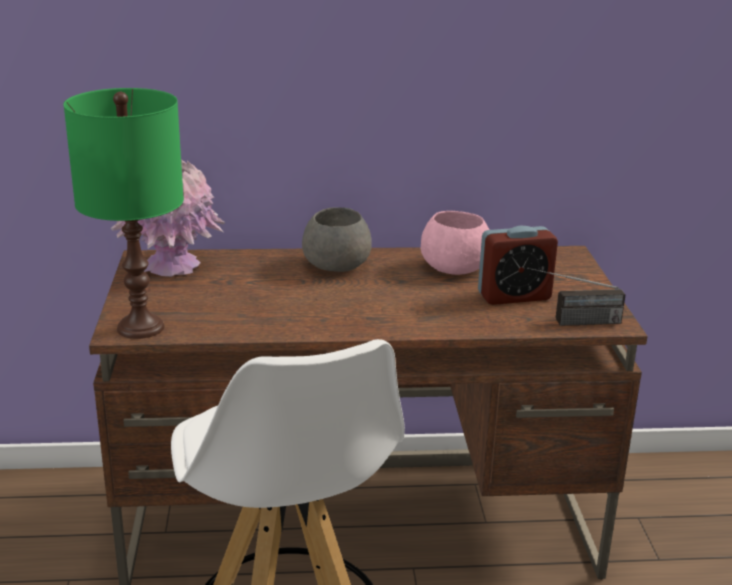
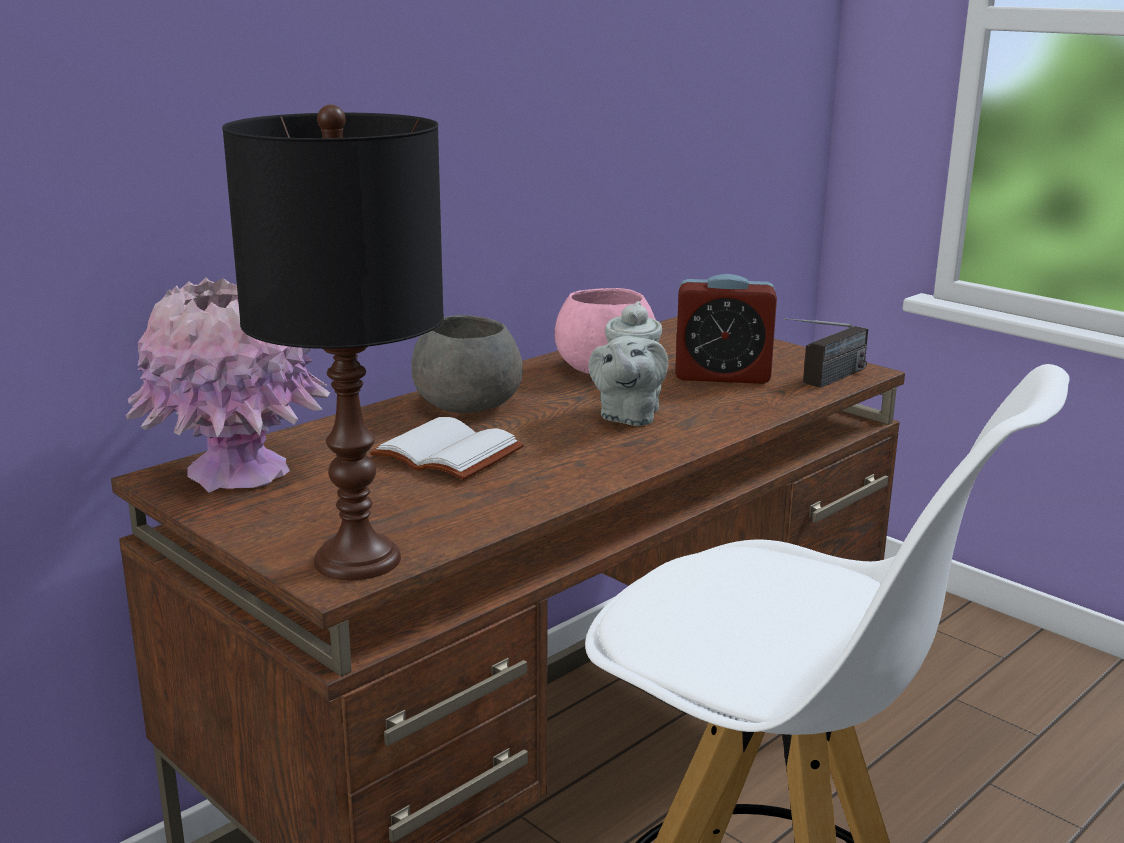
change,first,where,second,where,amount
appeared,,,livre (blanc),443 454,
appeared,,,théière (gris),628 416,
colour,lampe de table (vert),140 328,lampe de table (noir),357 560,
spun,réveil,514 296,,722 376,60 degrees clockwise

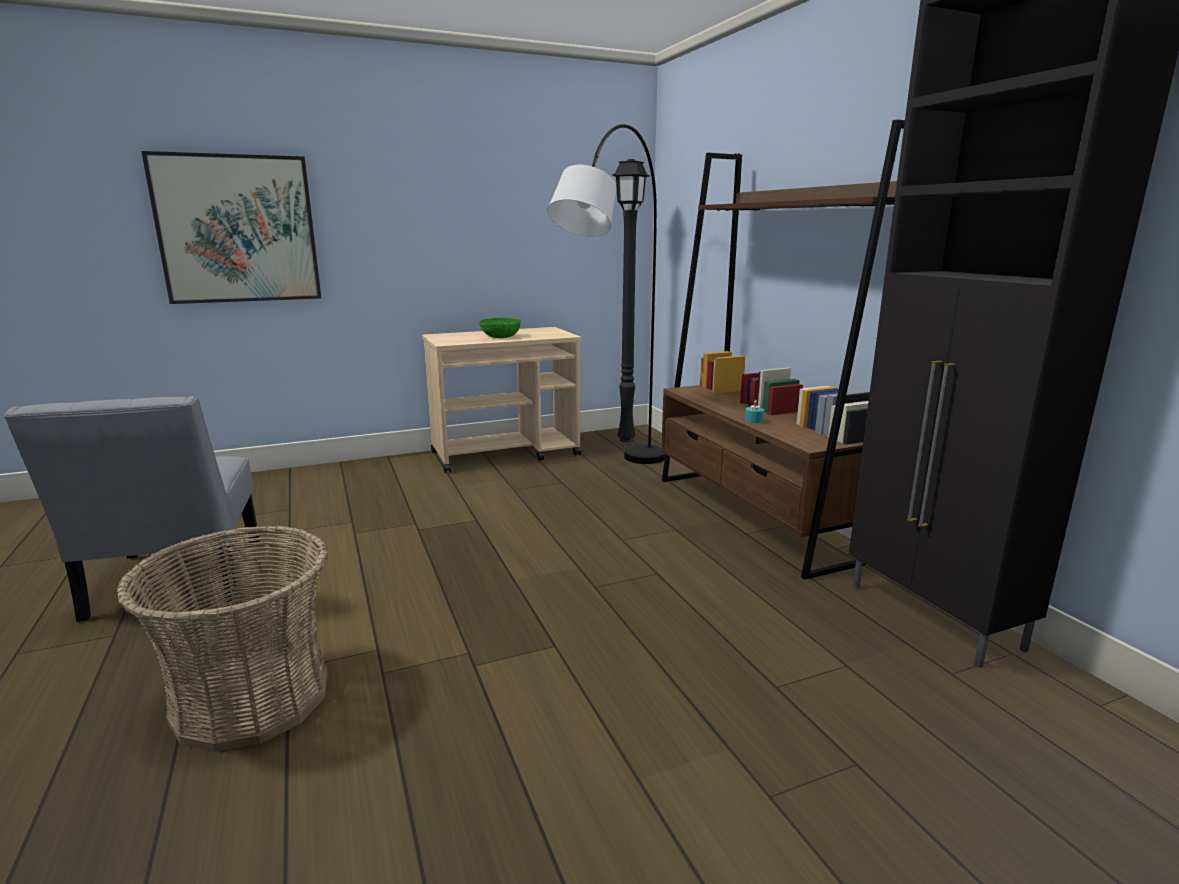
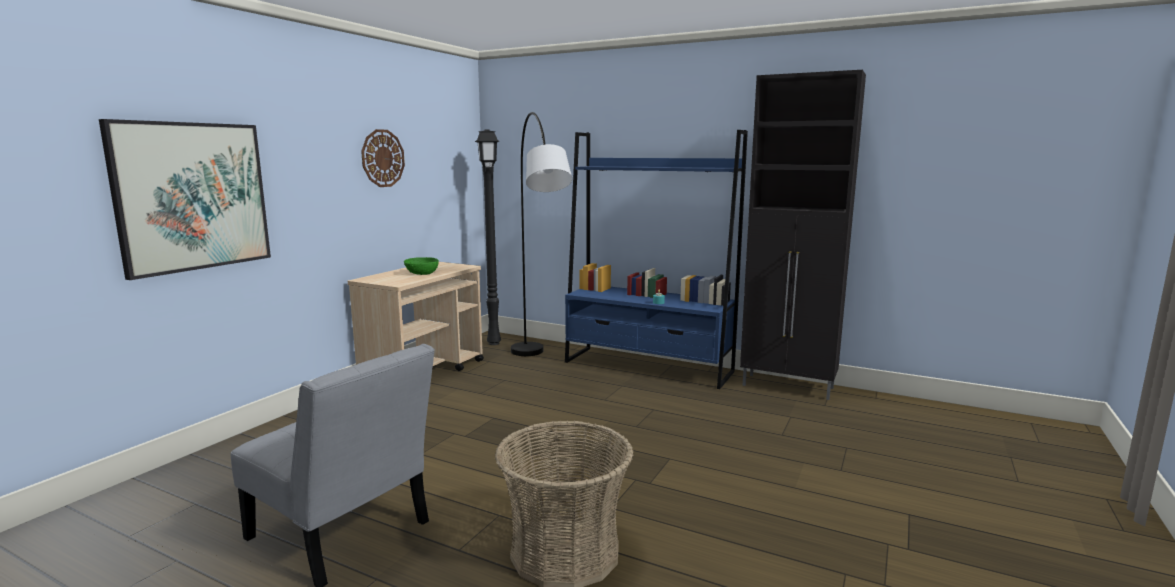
change,first,where,second,where,amount
appeared,,,horloge murale,382 158,
colour,bibliothèque (marron),755 516,bibliothèque (bleu),648 367,

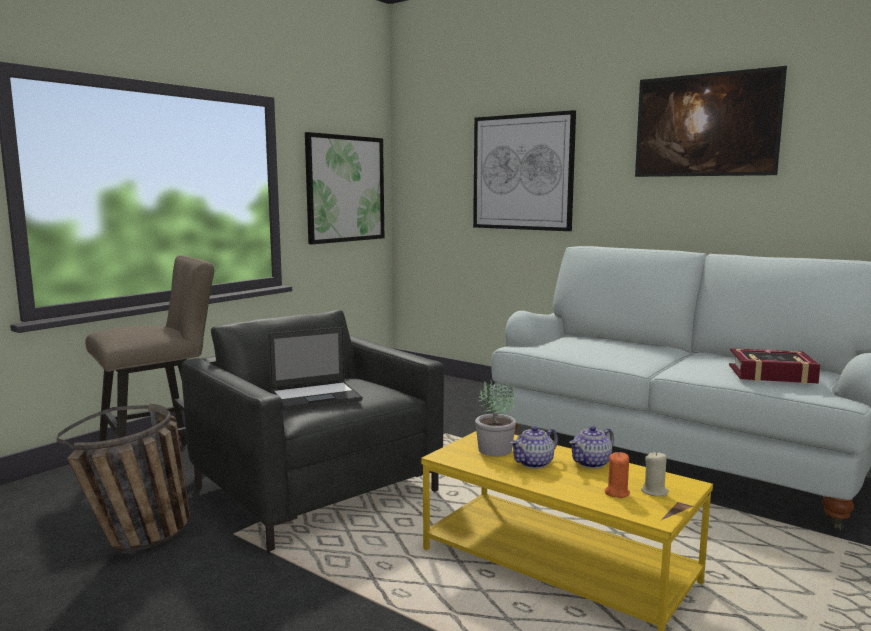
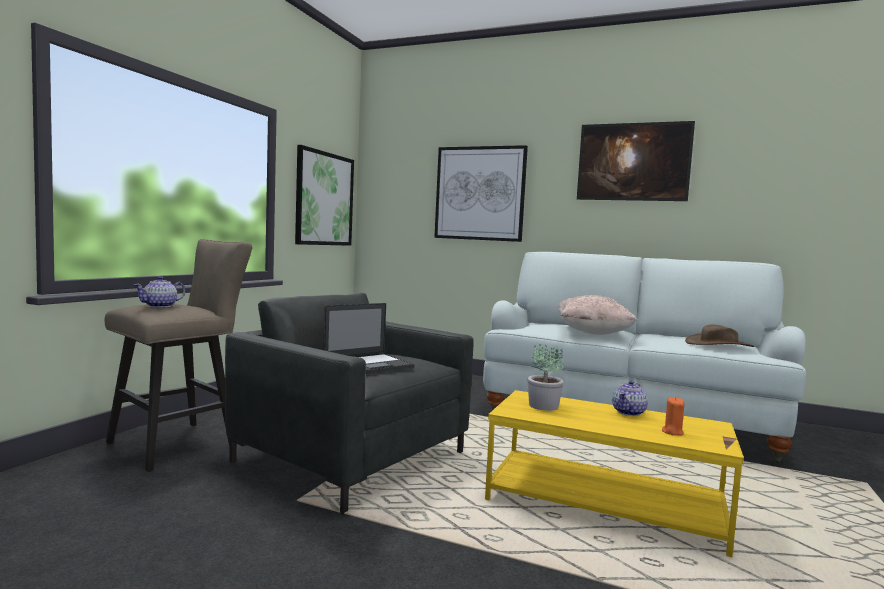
change,first,where,second,where,amount
missing,panier,141 541,,,
missing,bougie (beige),654 492,,,
appeared,,,coussin (beige),592 333,
relocated,théière,534 463,,160 306,
exchanged,livre,771 374,chapeau (marron),718 345,

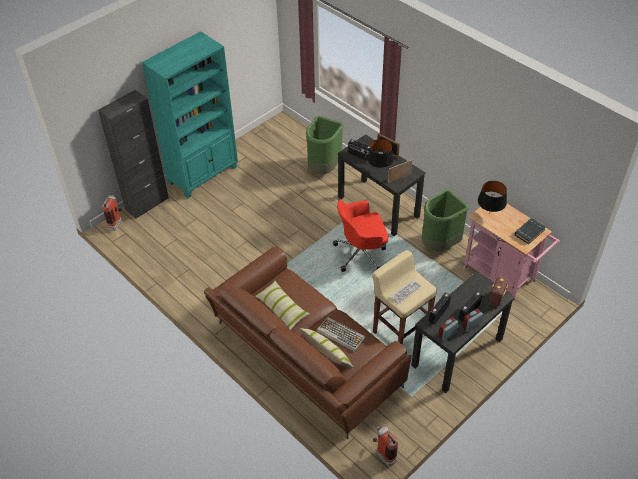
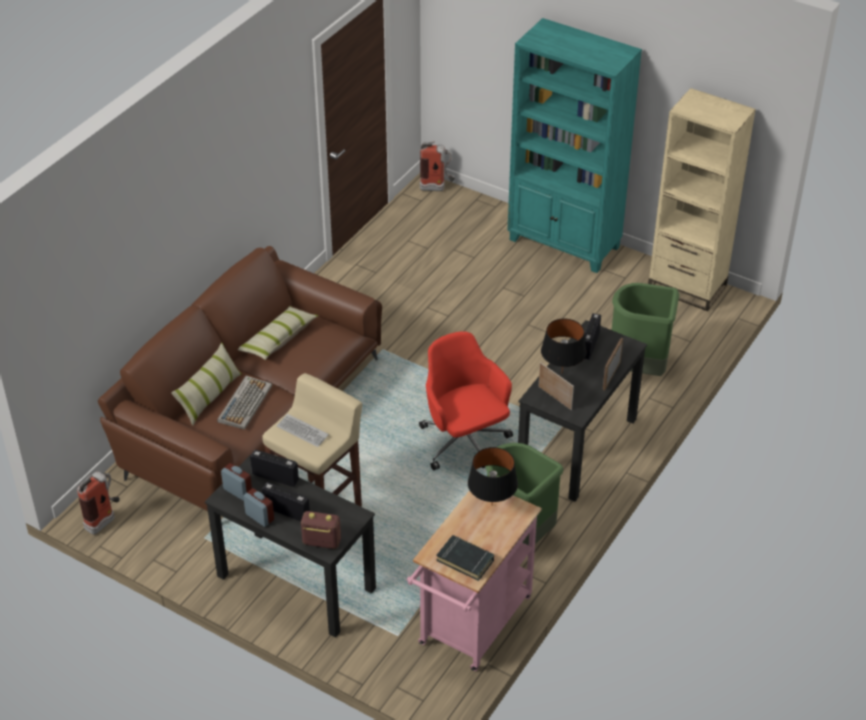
change,first,where,second,where,amount
missing,meuble de rangement (noir),147 204,,,
appeared,,,bibliothèque (beige),687 287,

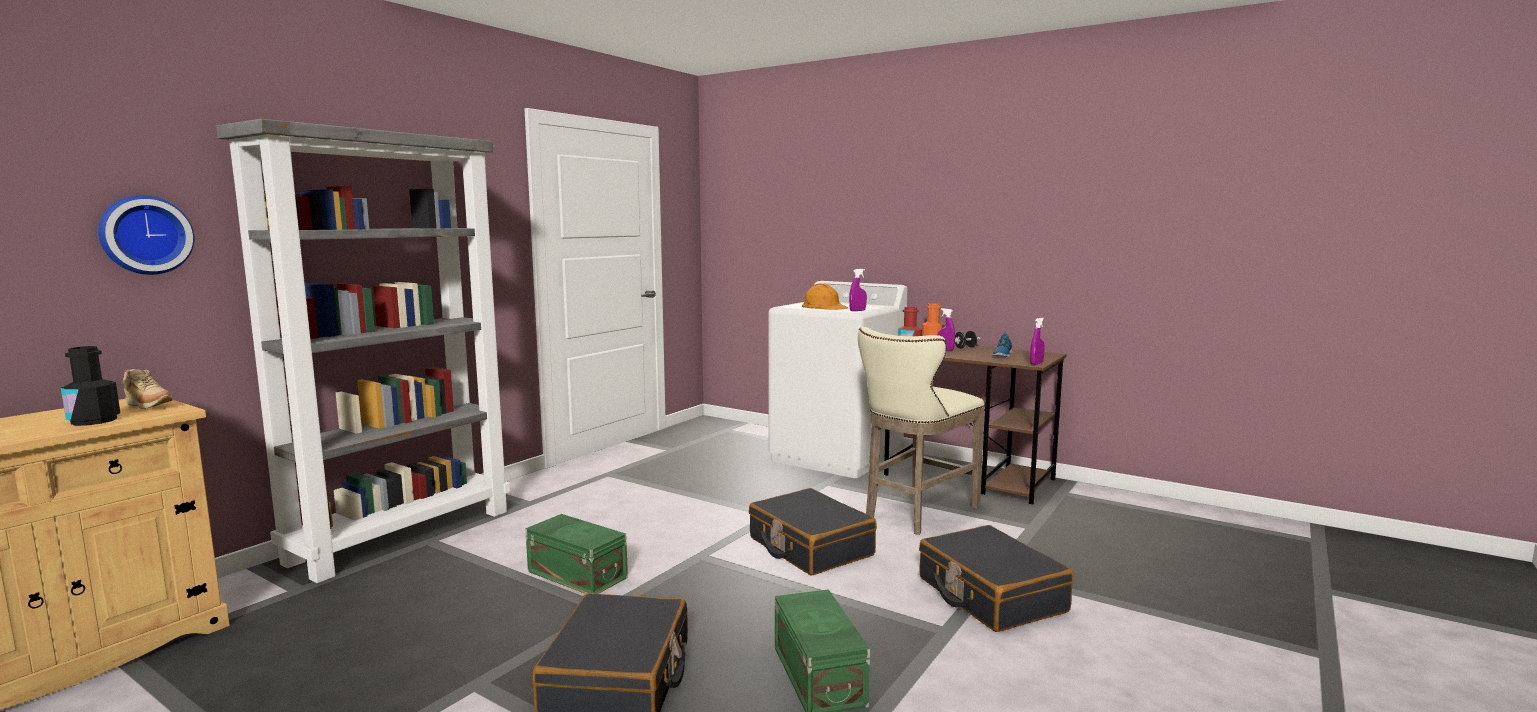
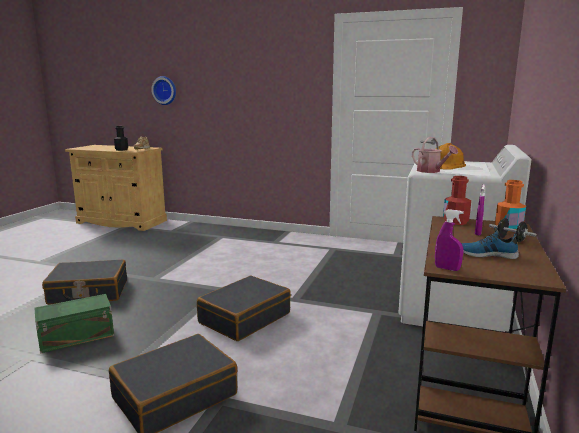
change,first,where,second,where,amount
missing,bibliothèque (gris),403 535,,,
missing,boîte de rangement (vert),577 573,,,
missing,tabouret (beige),915 513,,,
exchanged,vaporisateur (violet),857 310,arrosoir,431 171,

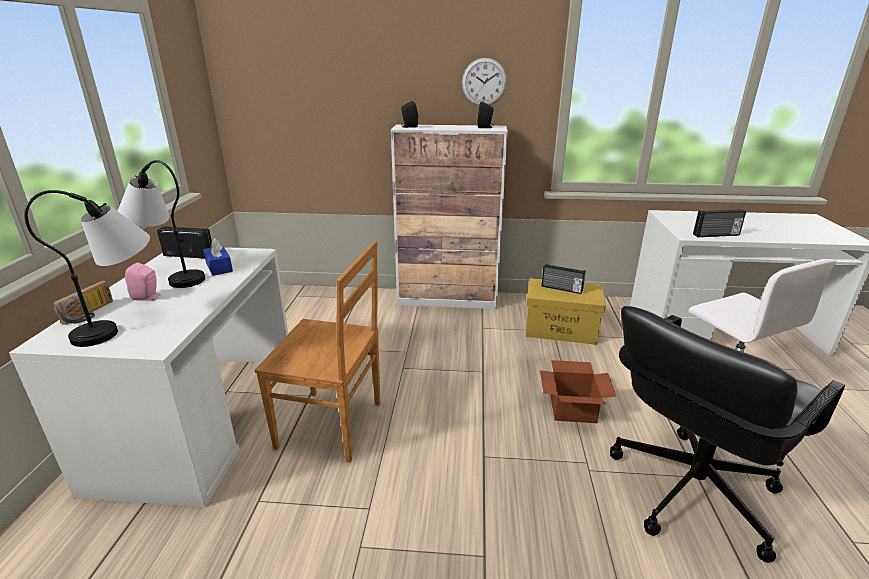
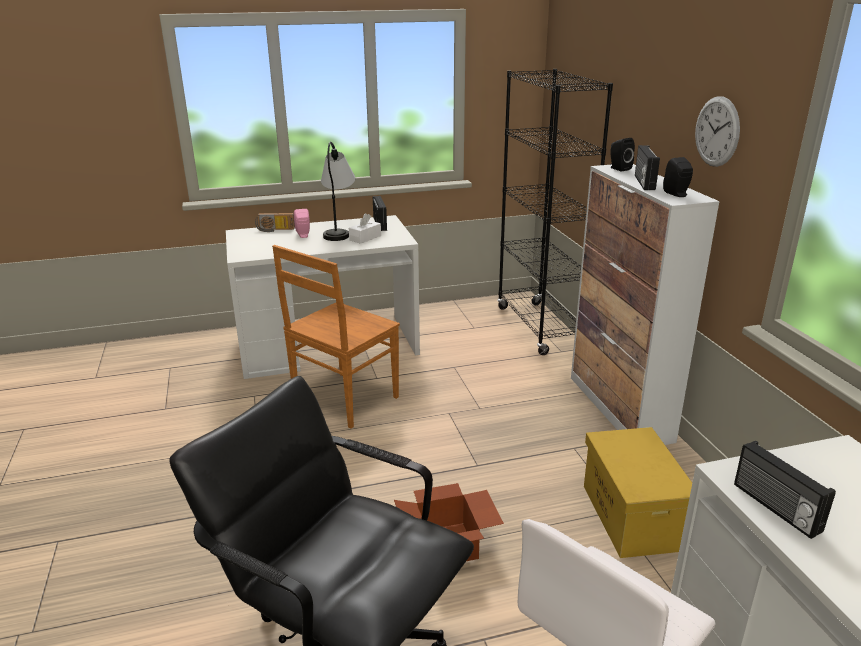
change,first,where,second,where,amount
missing,lampe de table,124 324,,,
appeared,,,bibliothèque (noir),539 328,
relocated,radio,561 289,,643 182,
colour,boîte à mouchoirs (bleu),219 267,boîte à mouchoirs (blanc),365 238,
spun,chaise (marron),333 425,,344 400,45 degrees clockwise

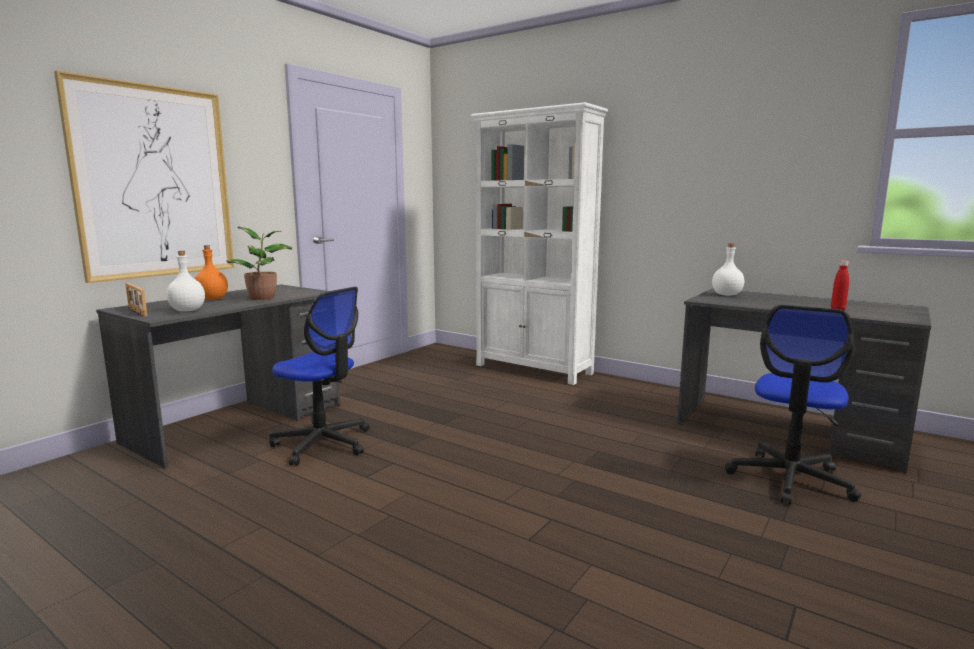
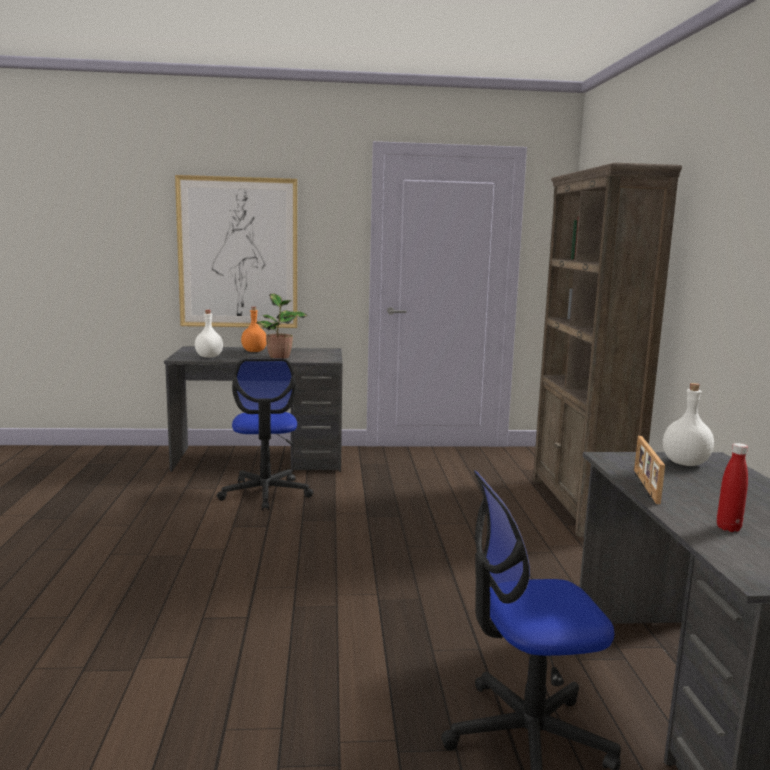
change,first,where,second,where,amount
relocated,cadre photo,136 311,,644 486,
colour,bibliothèque (blanc),534 369,bibliothèque (marron),580 506,

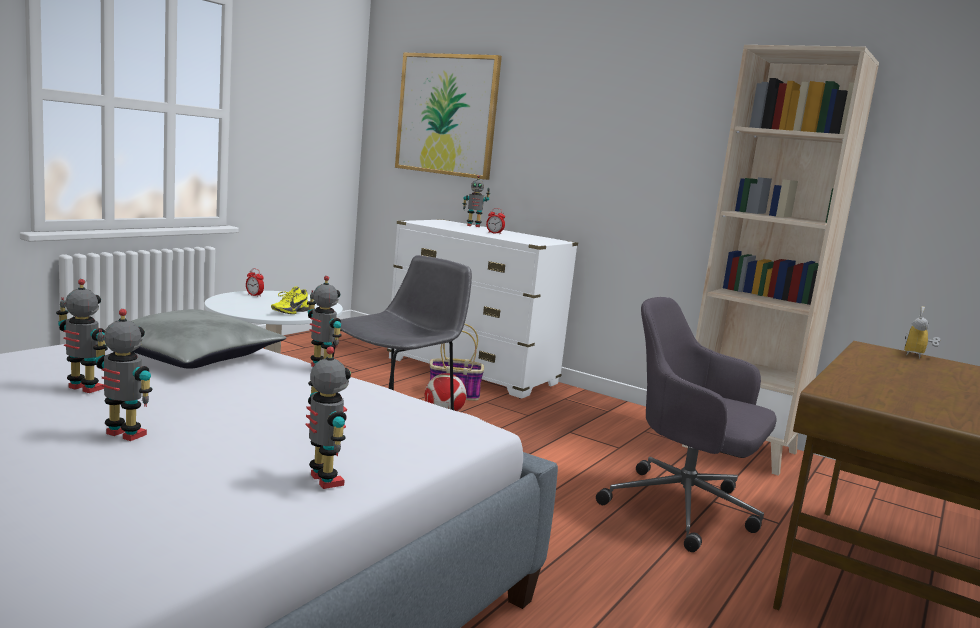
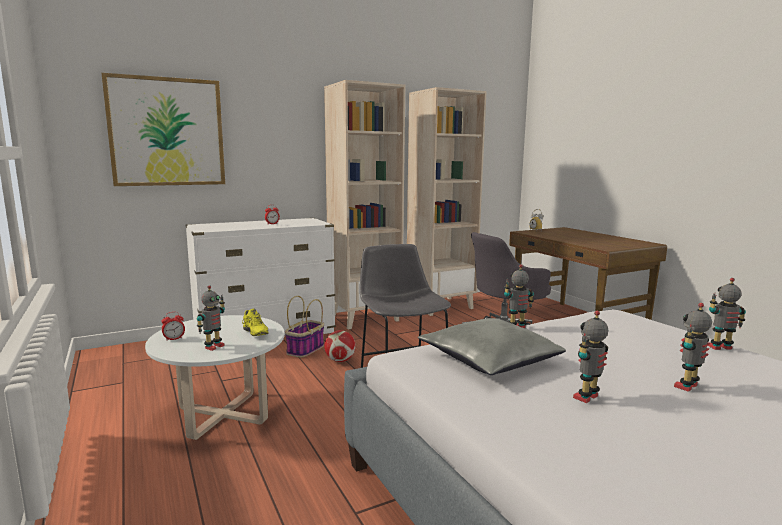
change,first,where,second,where,amount
appeared,,,bibliothèque (beige),364 318,
relocated,robot jouet,473 226,,213 346,

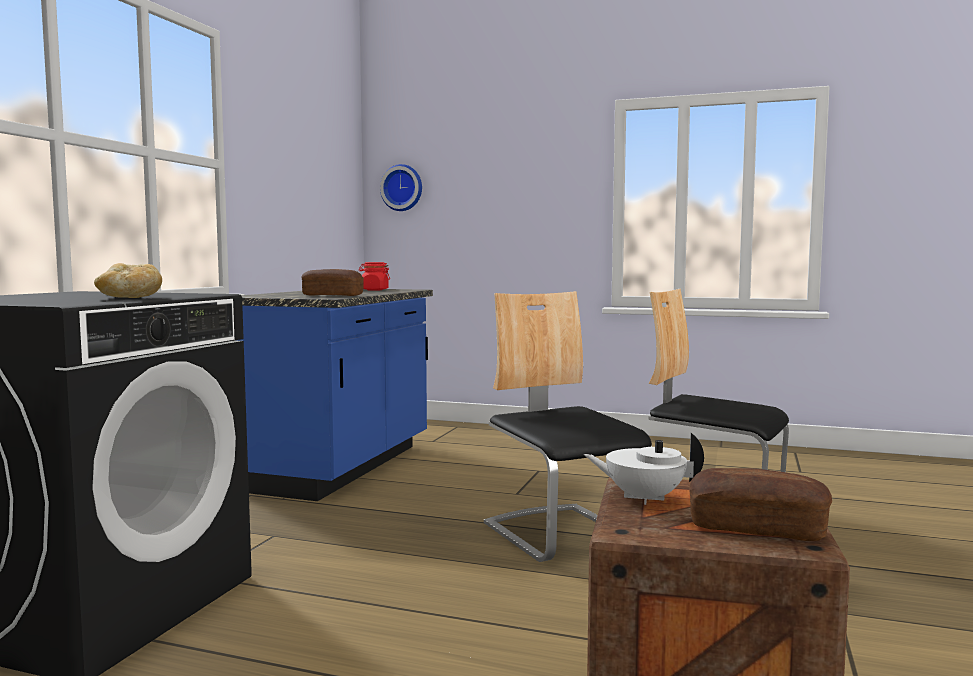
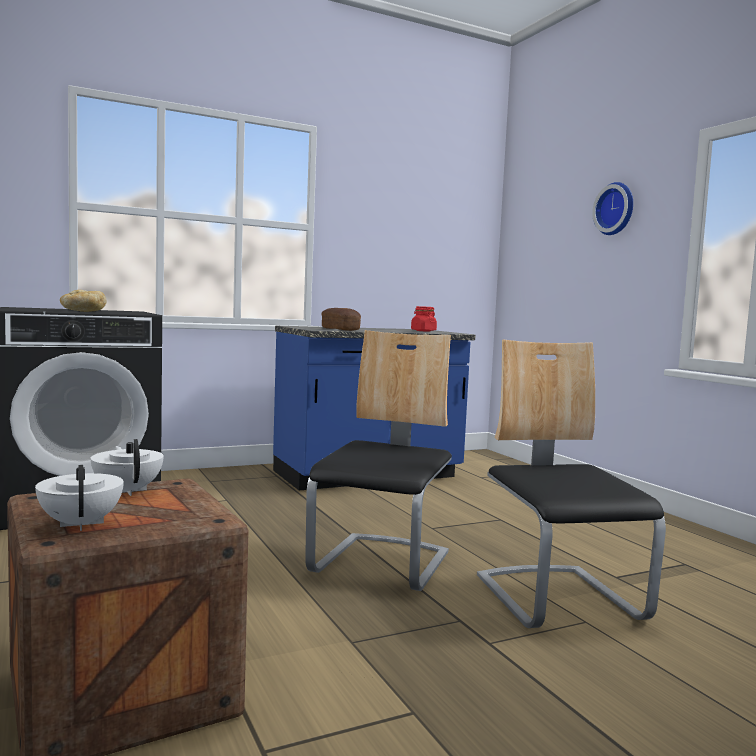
change,first,where,second,where,amount
relocated,horloge murale,402 188,,616 209,
exchanged,pain,757 528,théière (blanc),81 524,

